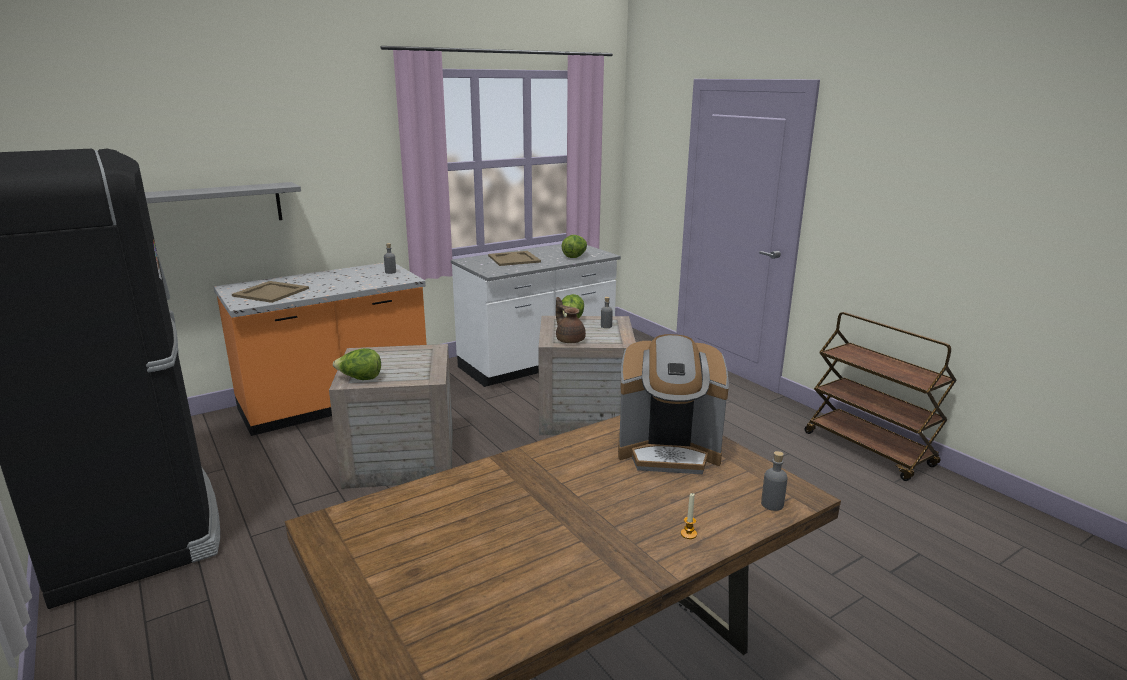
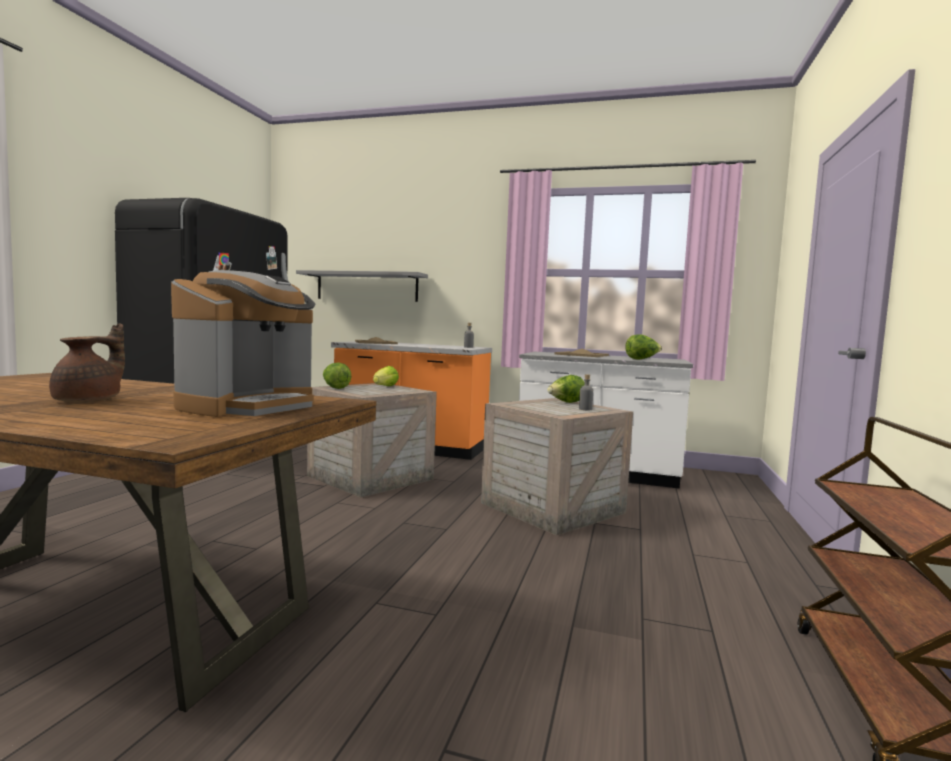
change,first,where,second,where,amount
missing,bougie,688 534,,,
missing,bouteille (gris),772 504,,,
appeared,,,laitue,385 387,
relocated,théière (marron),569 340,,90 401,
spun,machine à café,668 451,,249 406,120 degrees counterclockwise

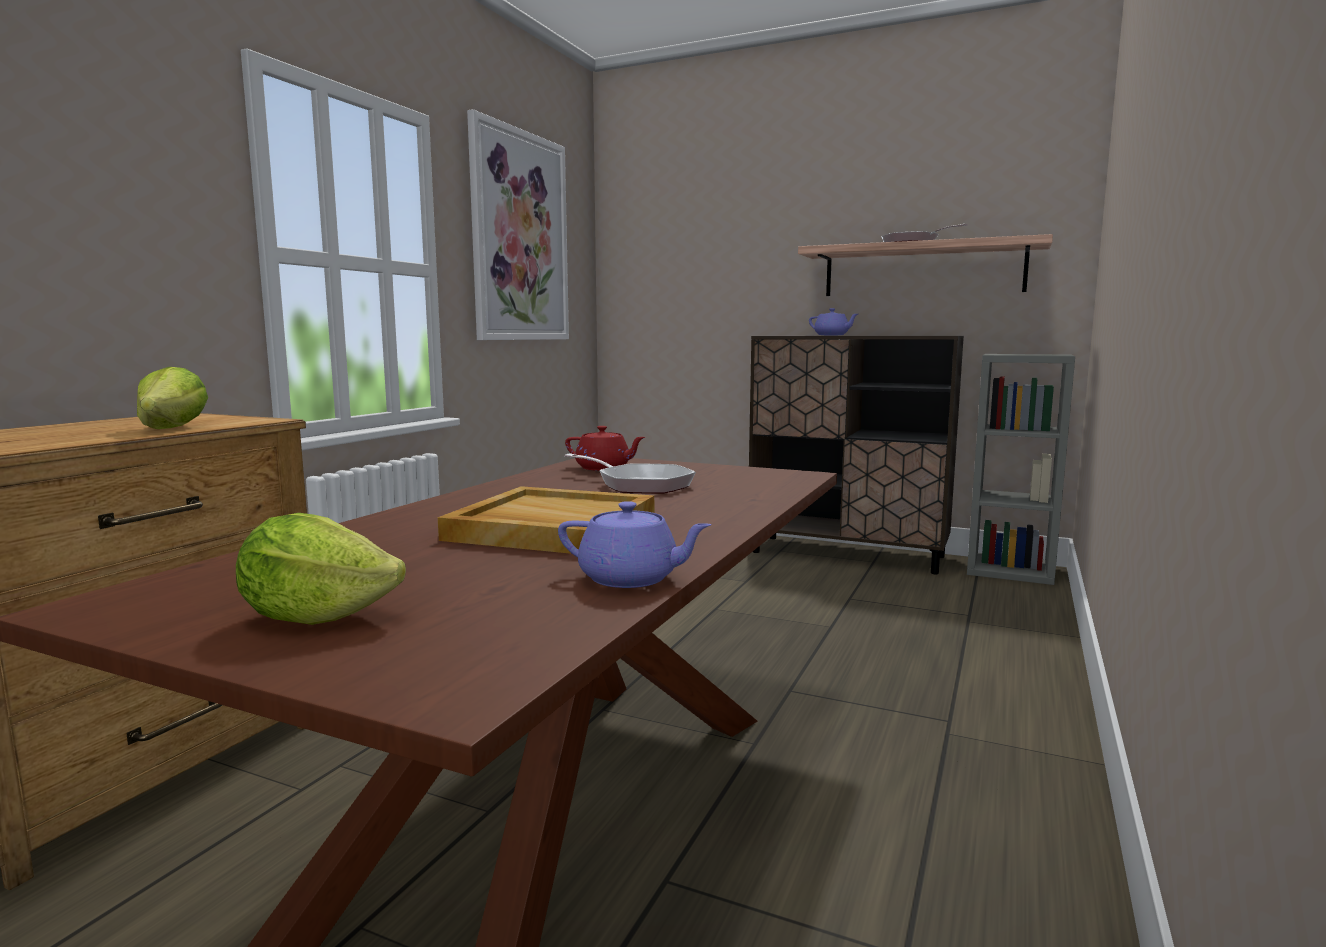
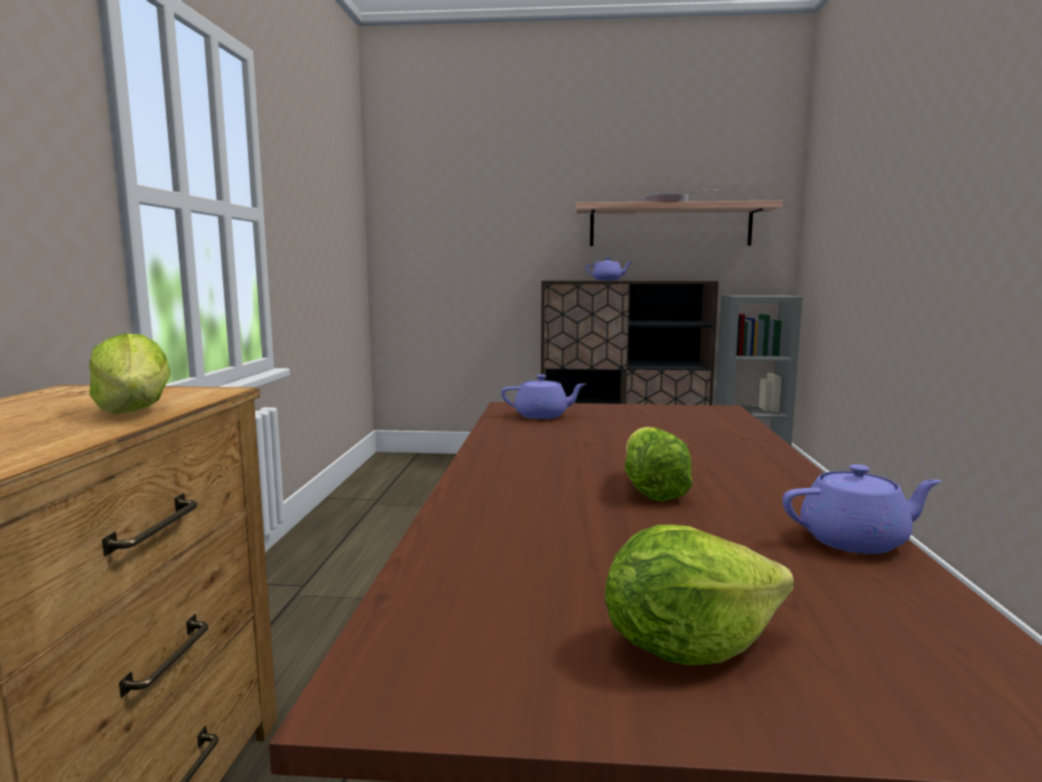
change,first,where,second,where,amount
missing,tableau,520 237,,,
missing,poêle,639 485,,,
exchanged,plateau (beige),551 528,laitue,651 490,
colour,théière (rouge),604 468,théière (violet),542 415,

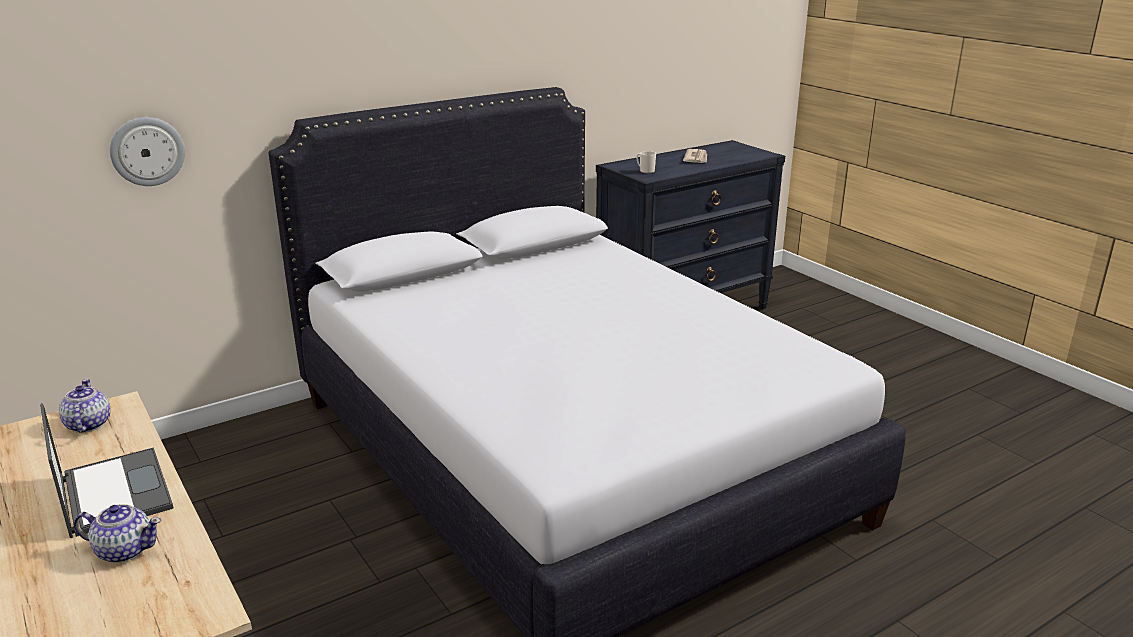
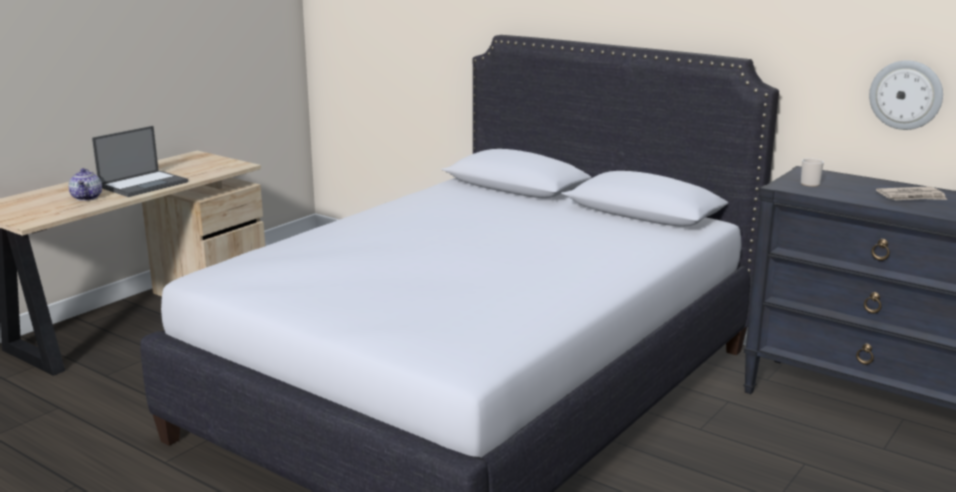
change,first,where,second,where,amount
missing,théière,87 425,,,
relocated,horloge murale,147 151,,906 95,

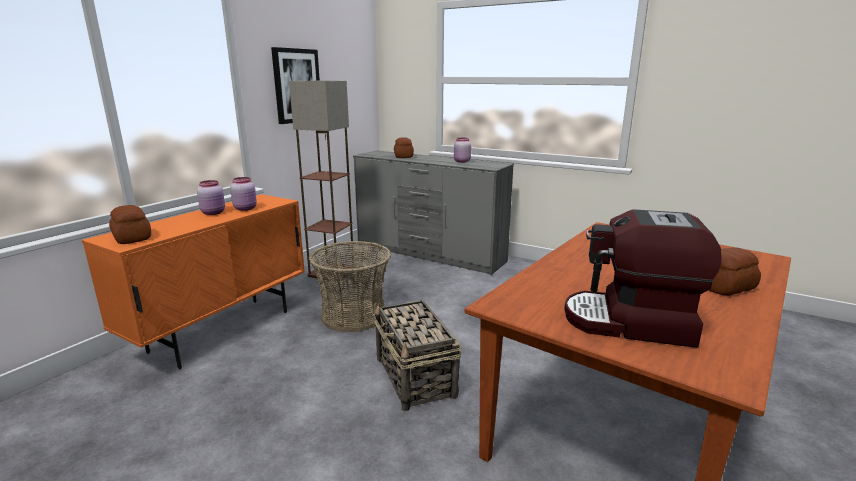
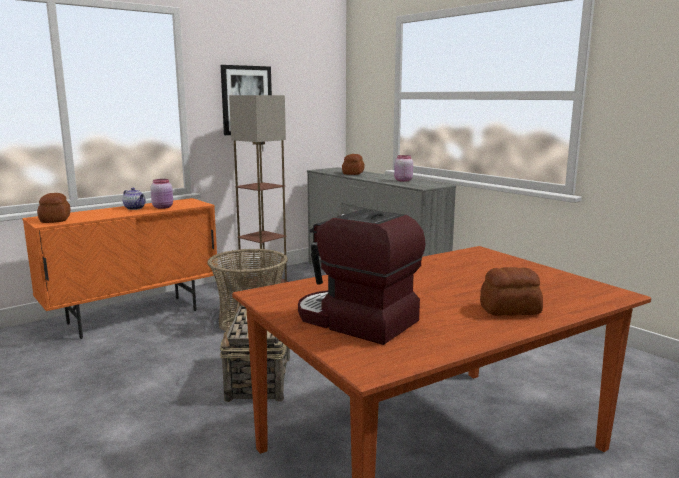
change,first,where,second,where,amount
exchanged,bocal (rose),214 213,théière,135 208,

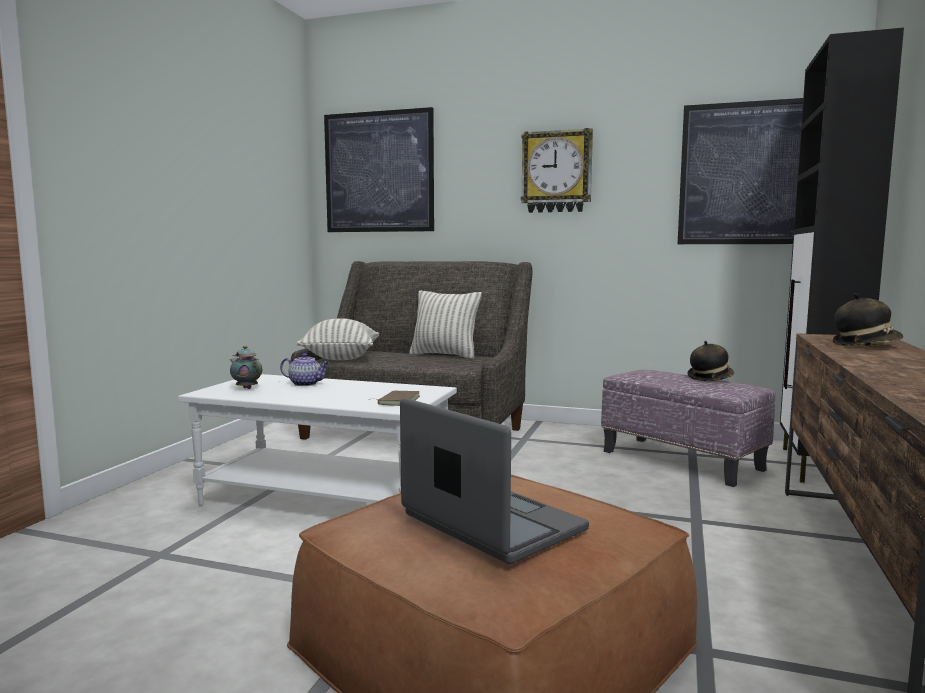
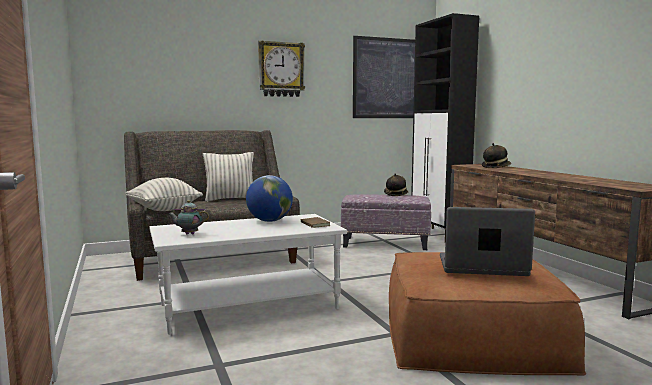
change,first,where,second,where,amount
missing,théière,306 384,,,
missing,tableau,379 172,,,
appeared,,,globe,269 221,

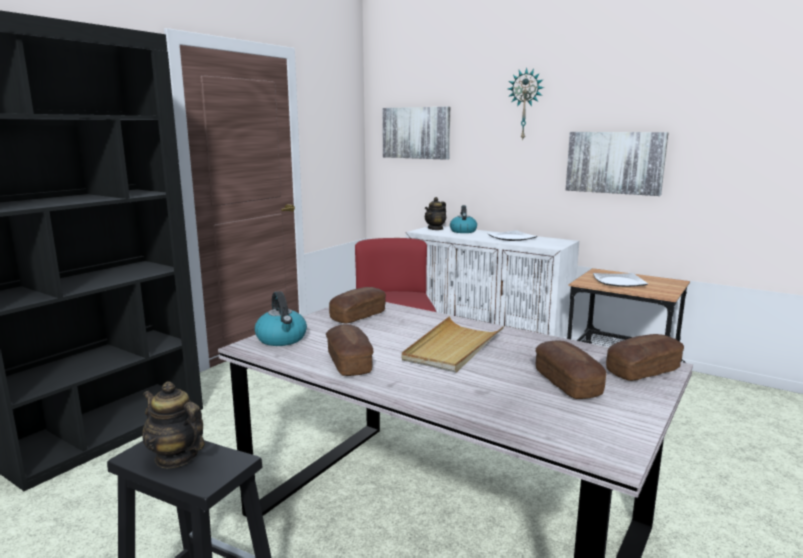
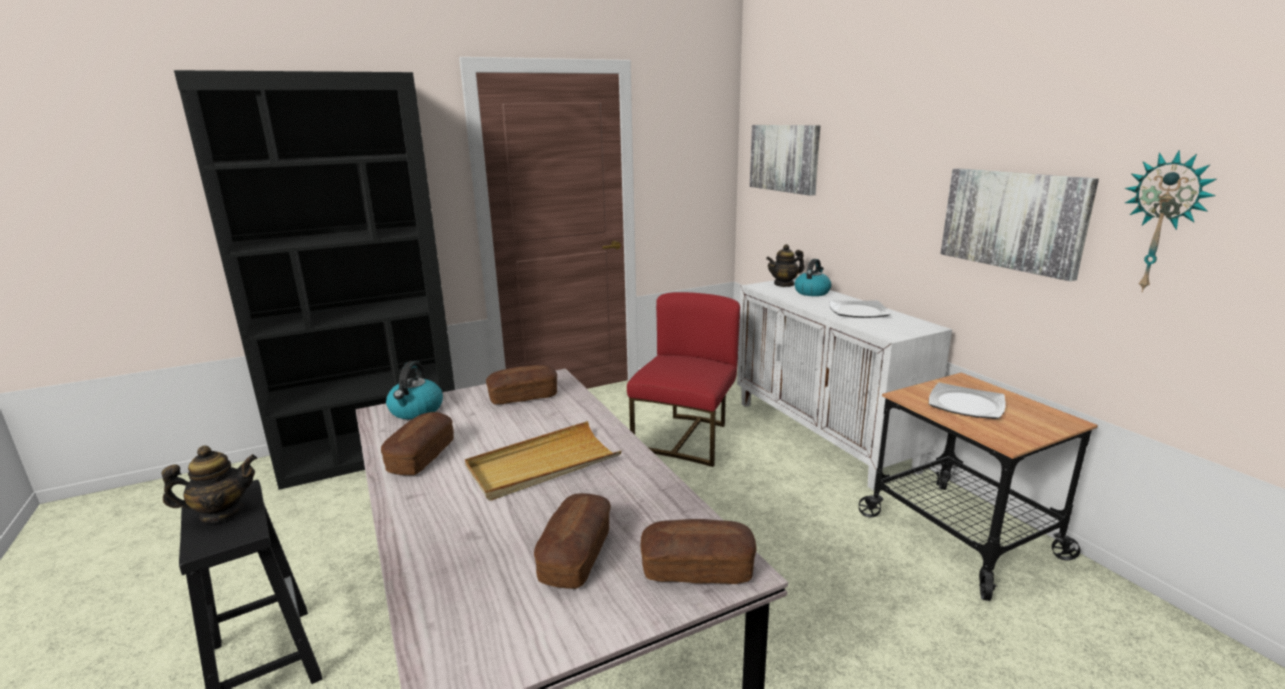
change,first,where,second,where,amount
relocated,horloge murale,525 104,,1163 223,
spun,théière,176 457,,221 513,90 degrees clockwise

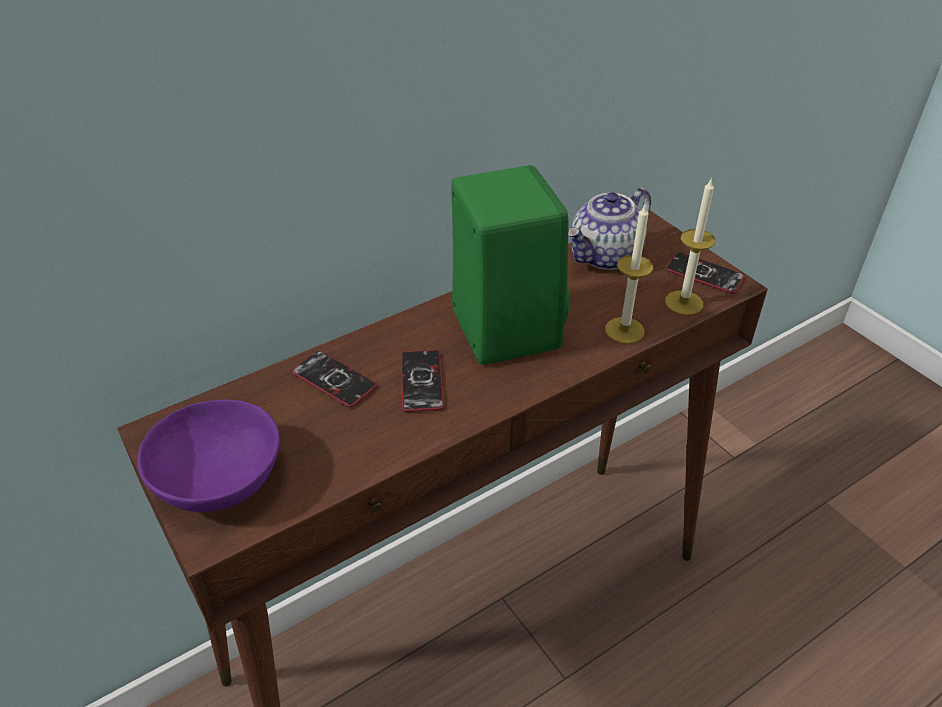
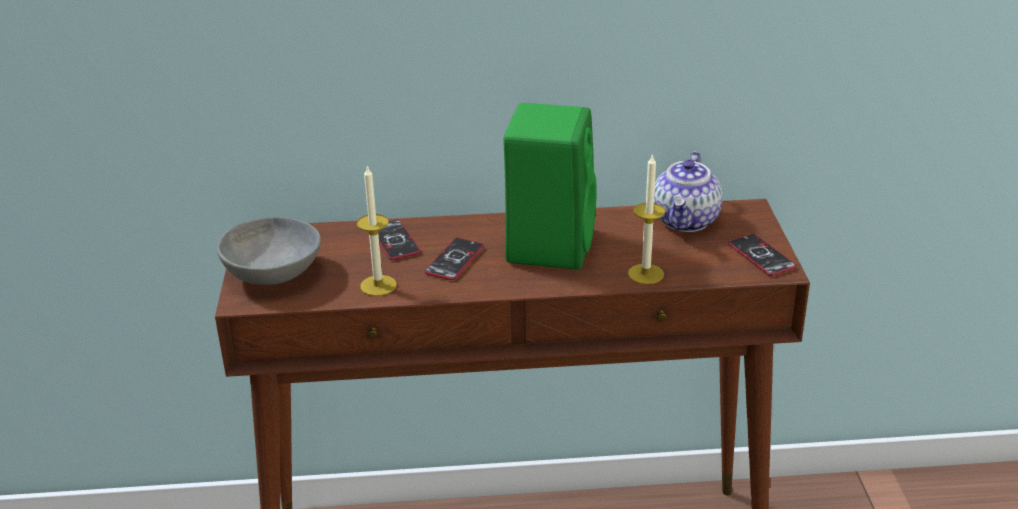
change,first,where,second,where,amount
relocated,bougie,684 302,,378 285,
colour,bol (violet),220 478,bol (gris),274 272,
spun,théière,606 256,,686 221,60 degrees counterclockwise

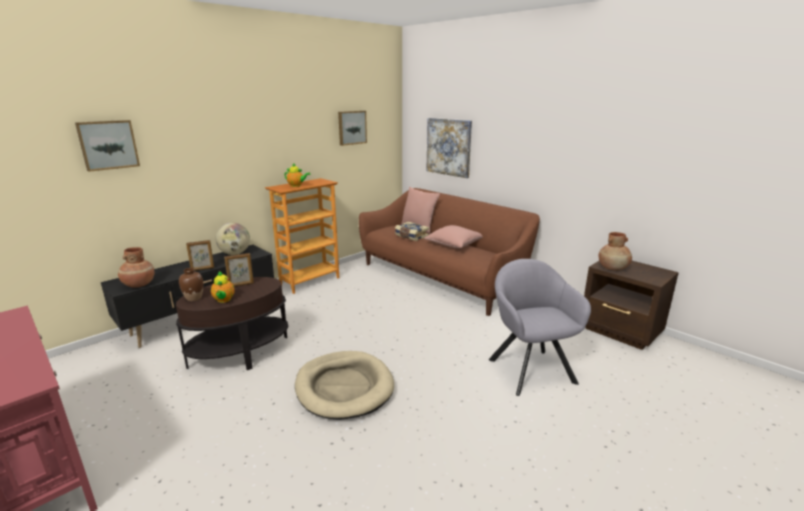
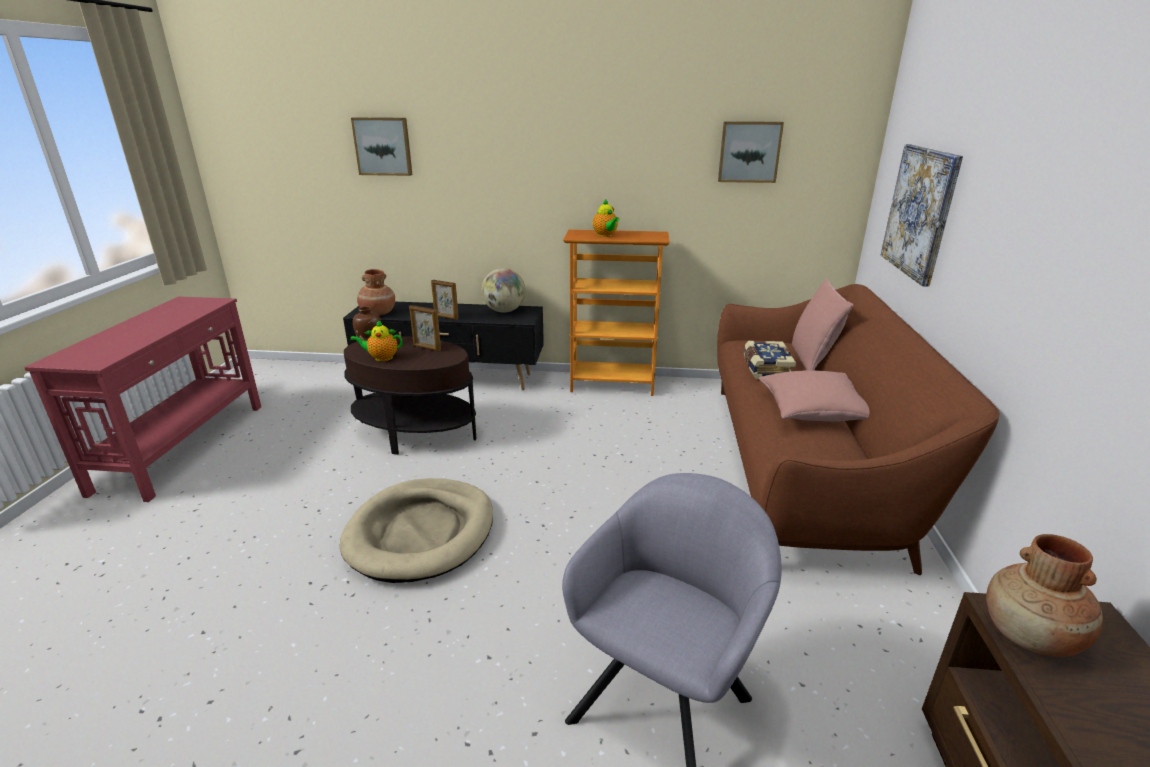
change,first,where,second,where,amount
spun,théière,223 300,,381 358,45 degrees clockwise

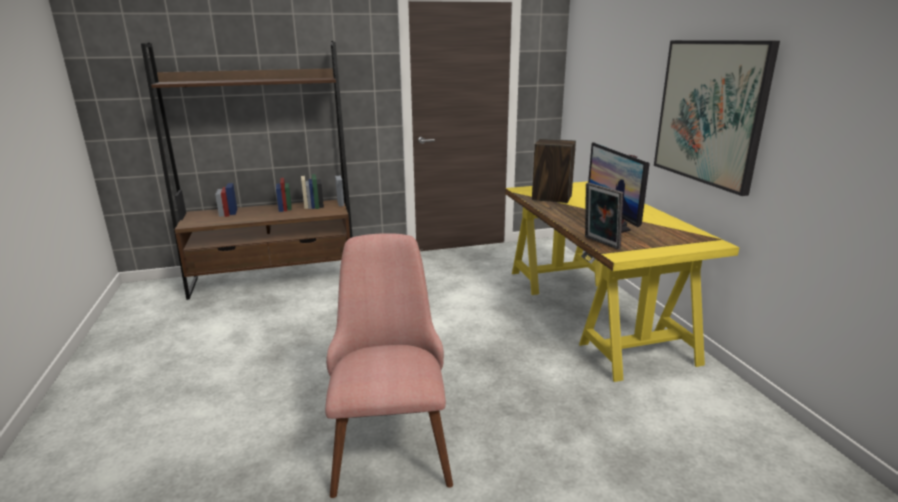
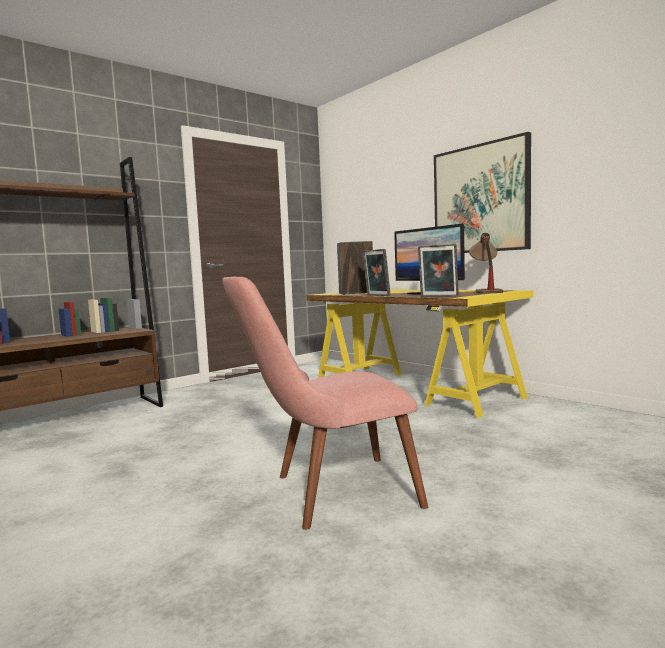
change,first,where,second,where,amount
appeared,,,cadre photo,376 295,
appeared,,,lampe de table,485 291,
spun,chaise (rose),390 438,,327 493,75 degrees counterclockwise

